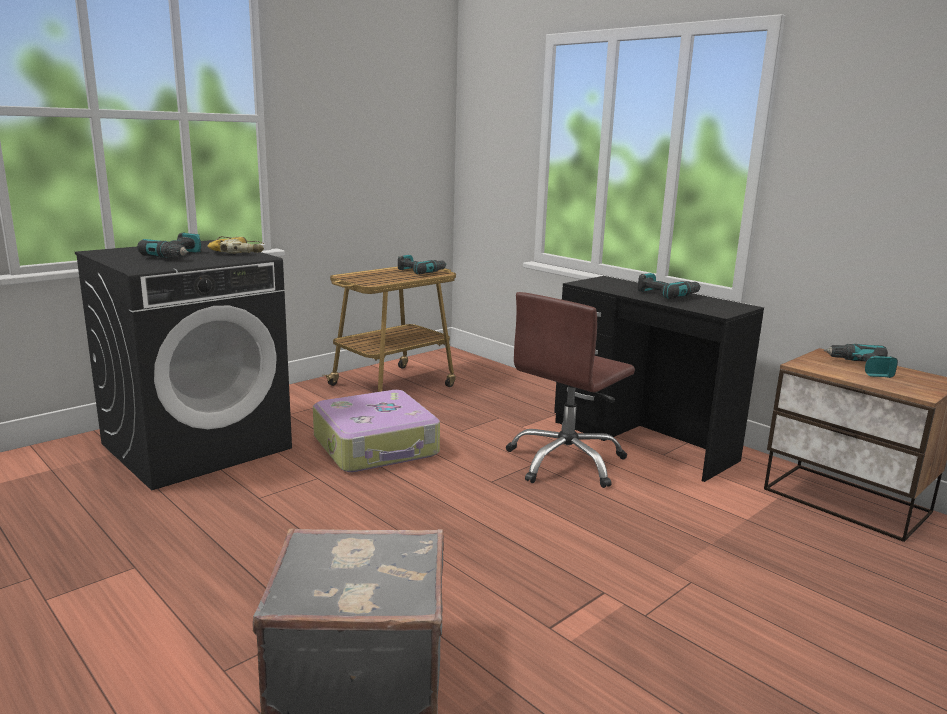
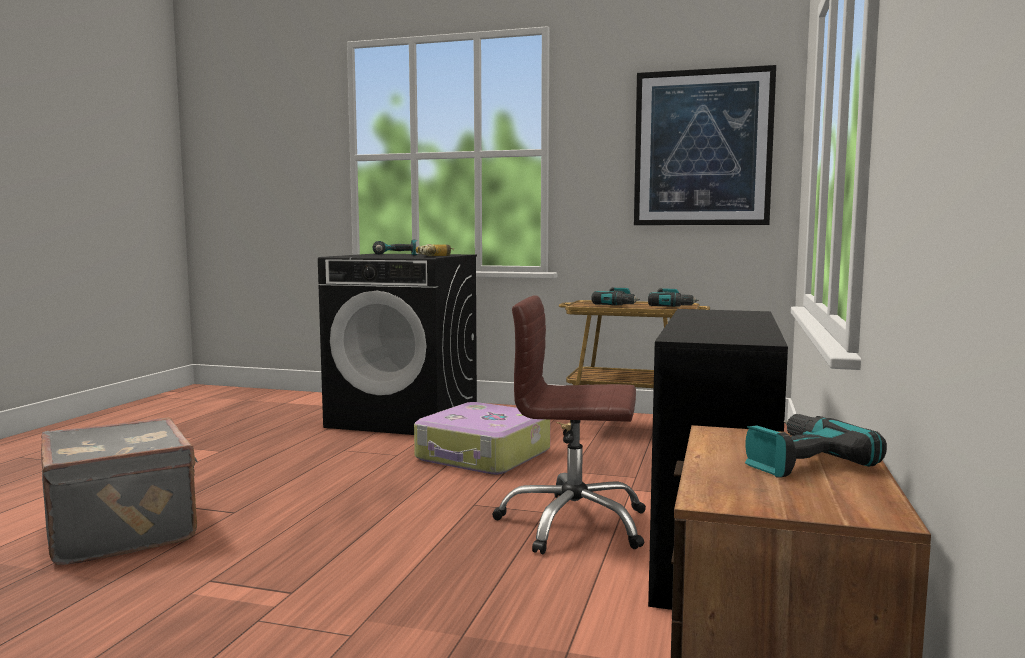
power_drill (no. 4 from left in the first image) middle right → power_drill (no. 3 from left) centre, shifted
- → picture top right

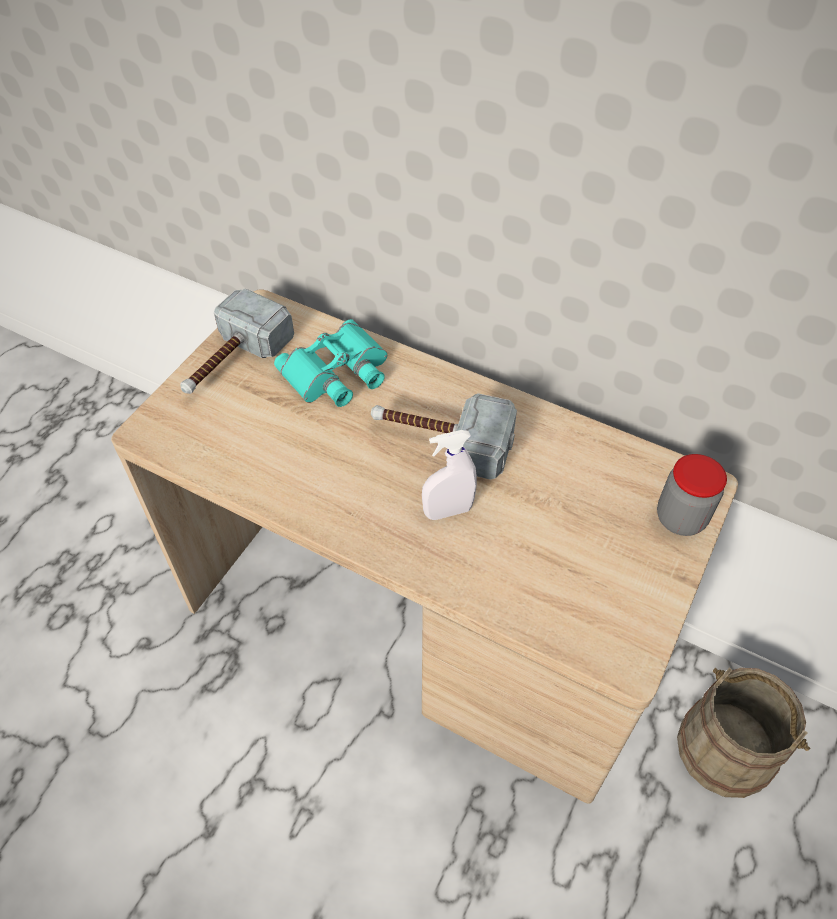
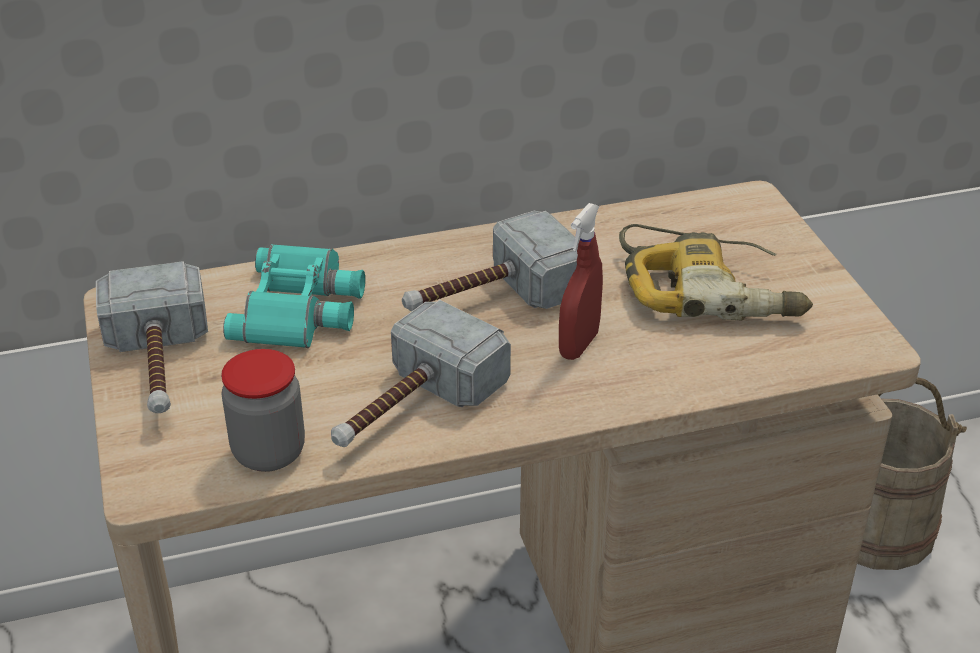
white_spray_bottle centre → red_spray_bottle centre
jar middle right → jar middle left, shifted
- → hammer (no. 2 from left) centre
- → power_drill middle right

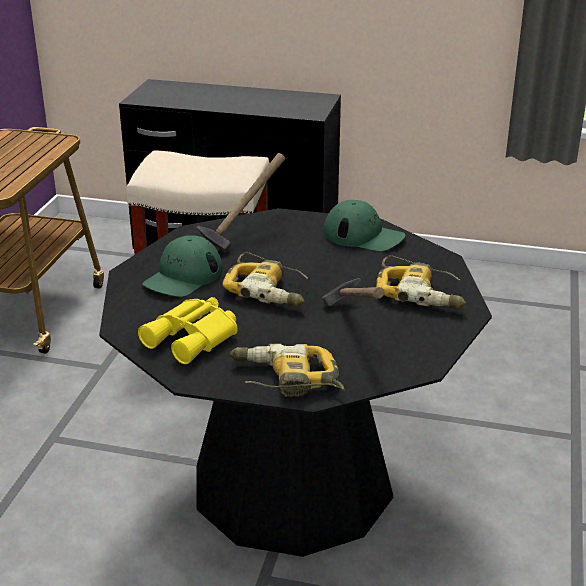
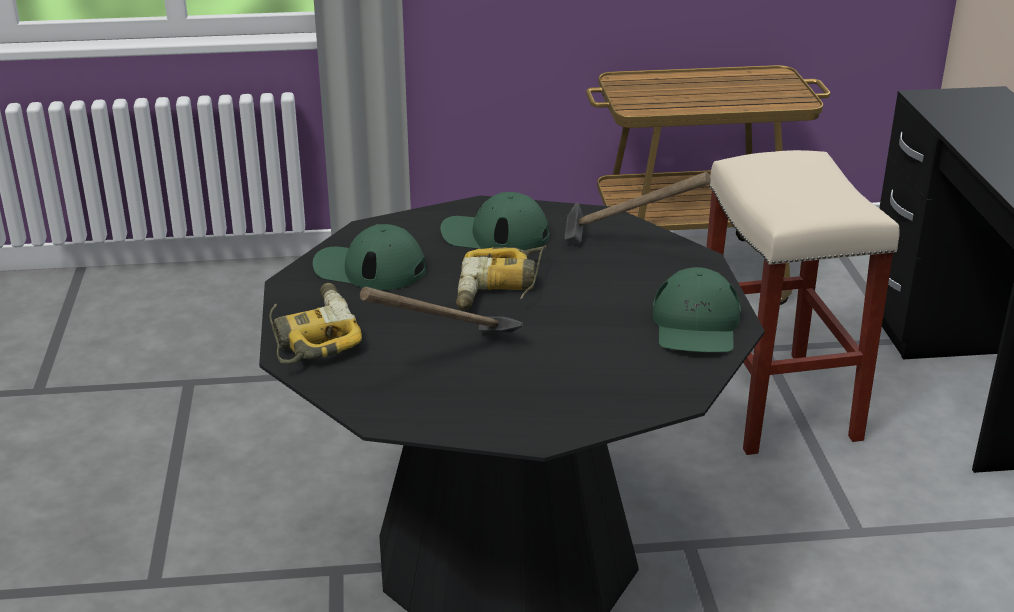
yellow_binoculars middle left → green_cap (no. 1 from left) centre
power_drill (no. 3 from left) middle right → -

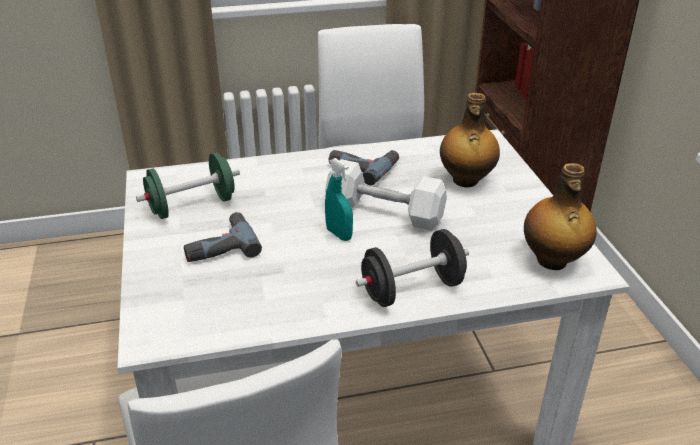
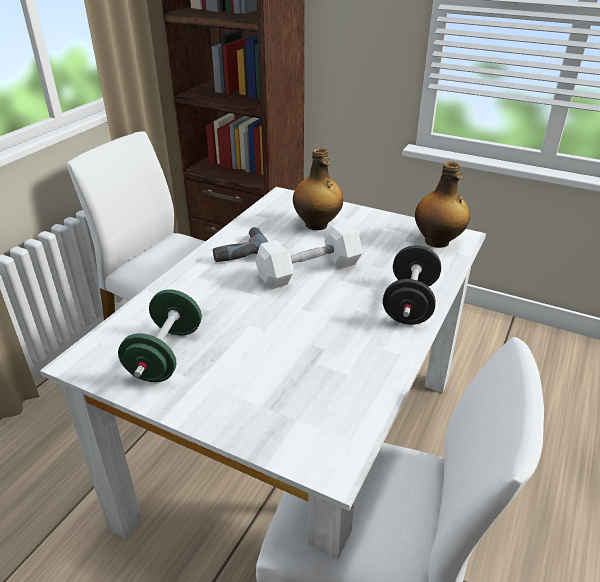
power_drill (no. 1 from left) middle left → -
turquoise_spray_bottle centre → -

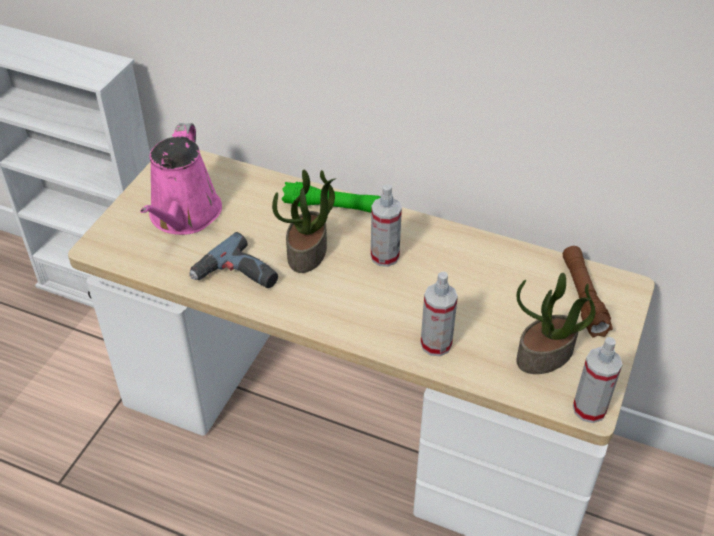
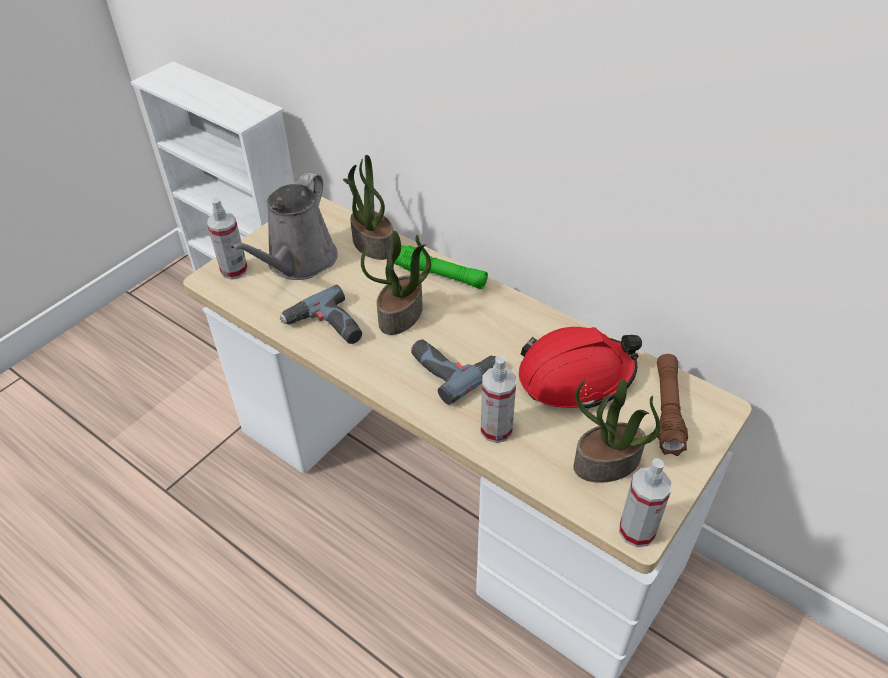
pink_watering_can middle left → grey_watering_can middle left
spray_bottle (no. 1 from left) centre → spray_bottle (no. 1 from left) middle left, shifted
- → potted_plant (no. 1 from left) top centre
- → power_drill (no. 2 from left) centre
- → red_hard_hat centre

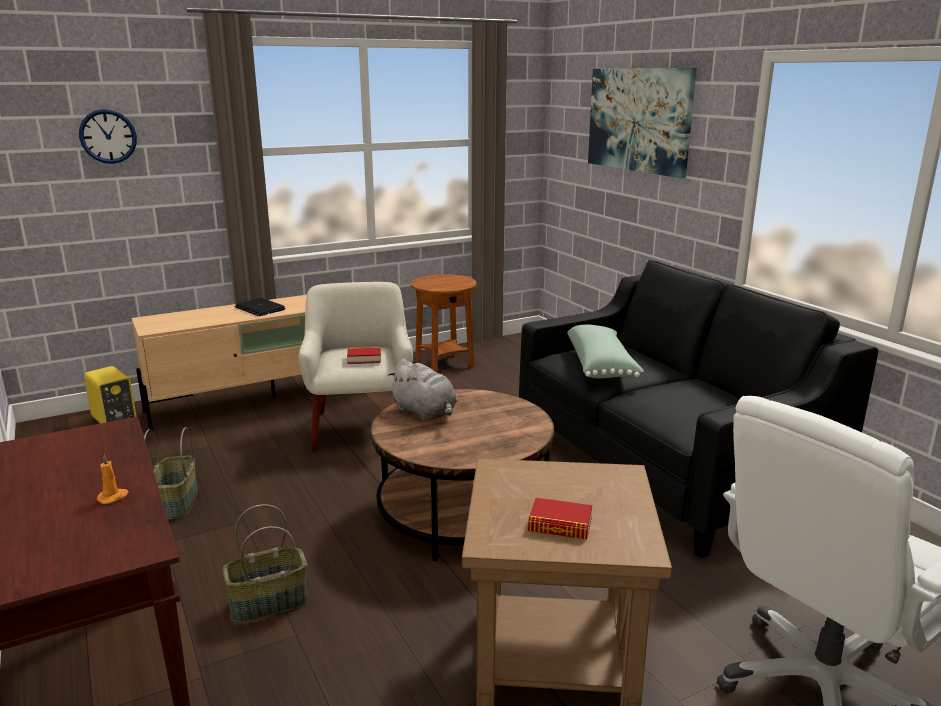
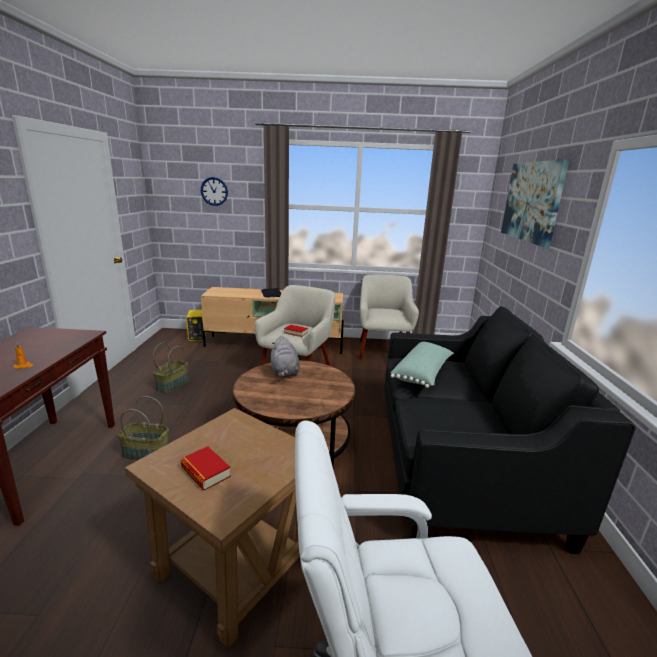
brown_side_table (no. 1 from left) centre → beige_armchair (no. 2 from left) centre

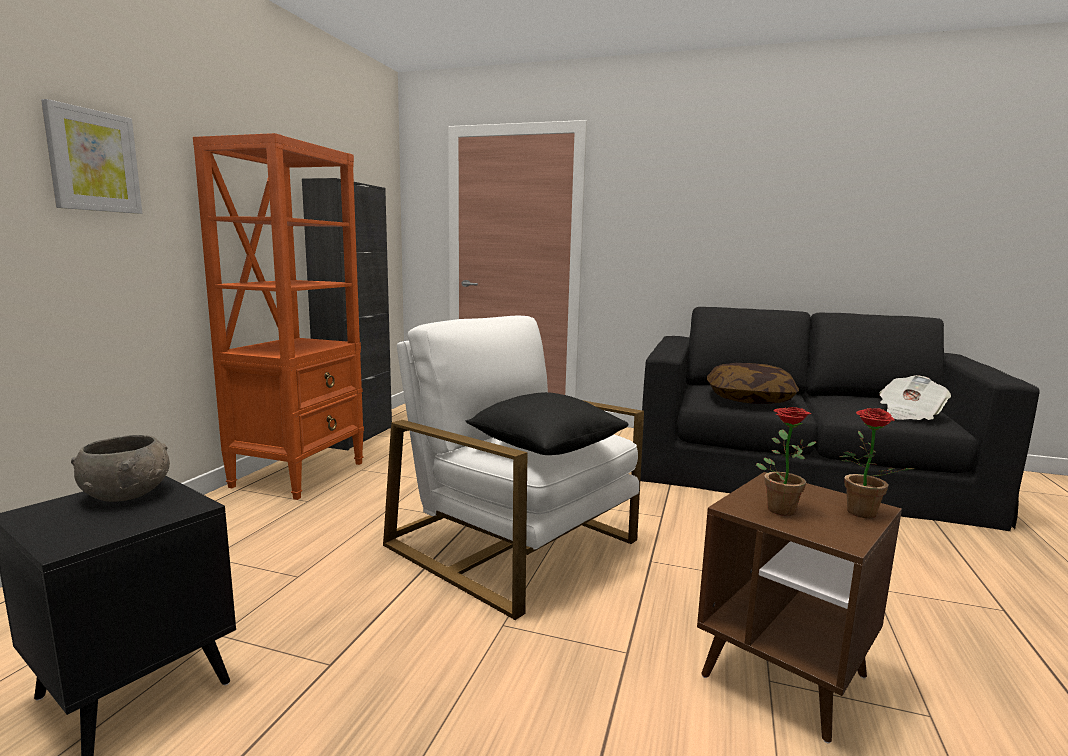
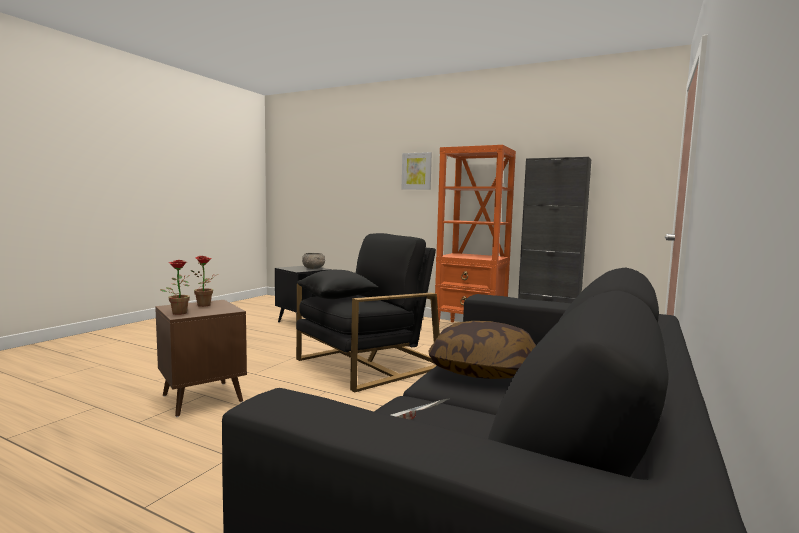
white_armchair centre → black_armchair centre

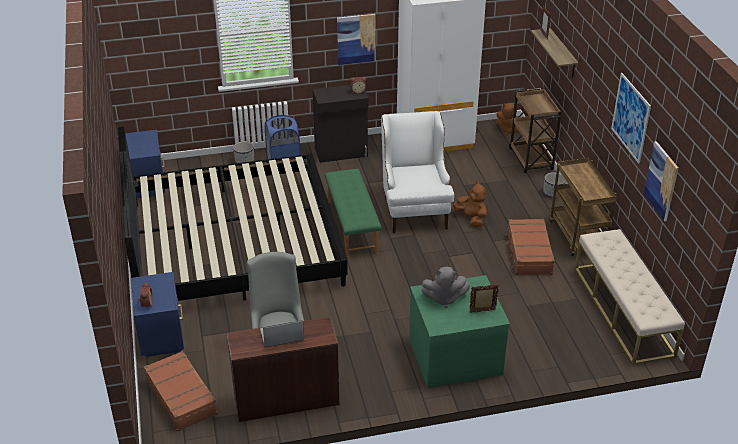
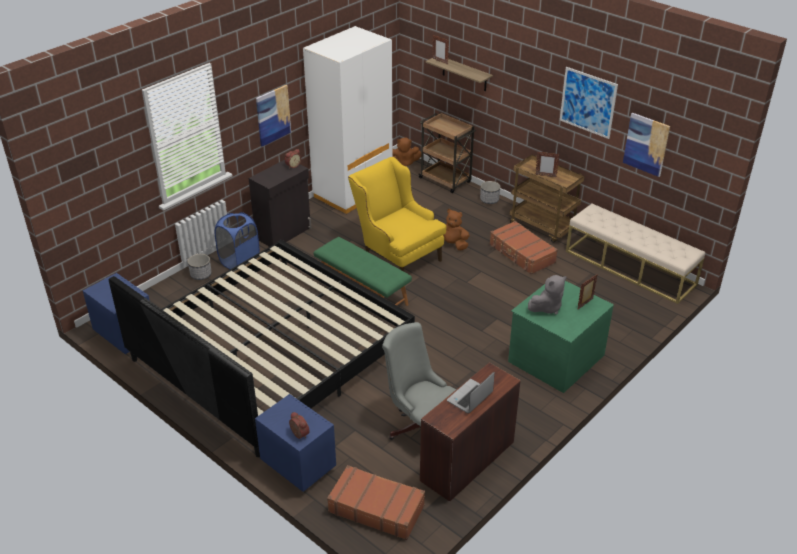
white_armchair centre → yellow_armchair centre
- → picture_frame (no. 2 from left) top right

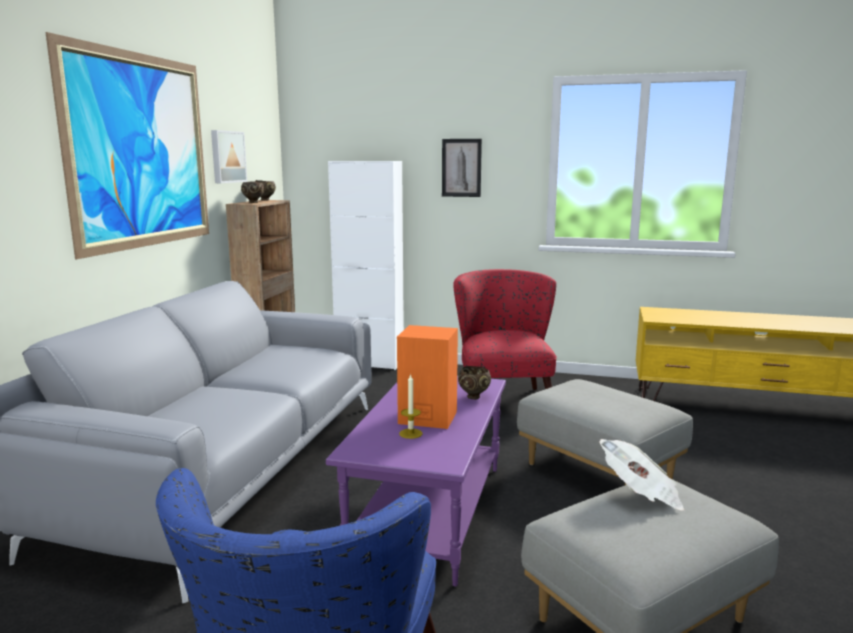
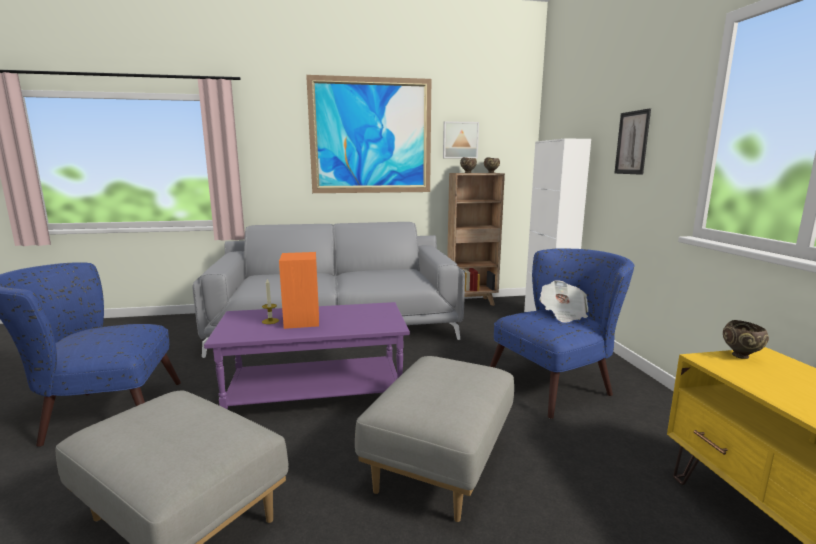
red_armchair centre → blue_armchair (no. 2 from left) middle right
brown_bowl (no. 3 from left) centre → brown_bowl (no. 3 from left) middle right, shifted
newspaper bottom right → newspaper middle right, shifted

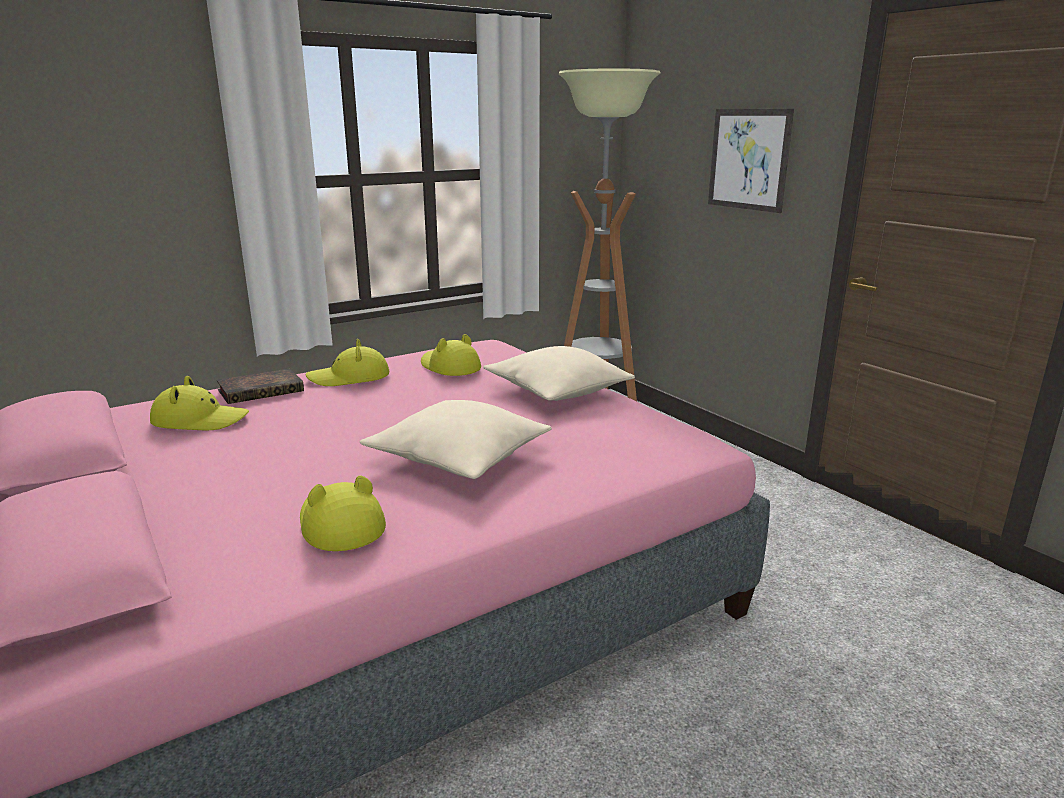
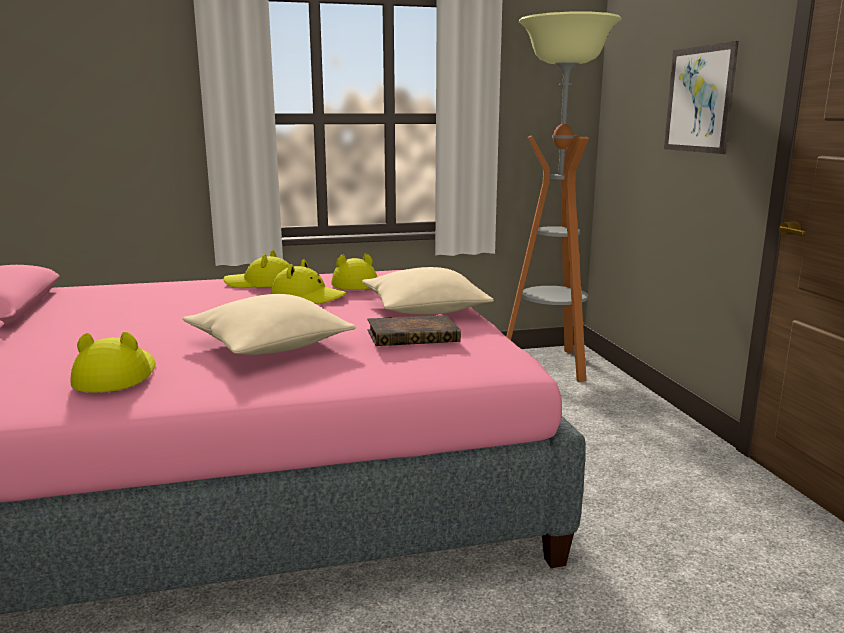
yellow_hat (no. 1 from left in the first image) middle left → yellow_hat (no. 3 from left) centre, shifted
book middle left → book centre, shifted

